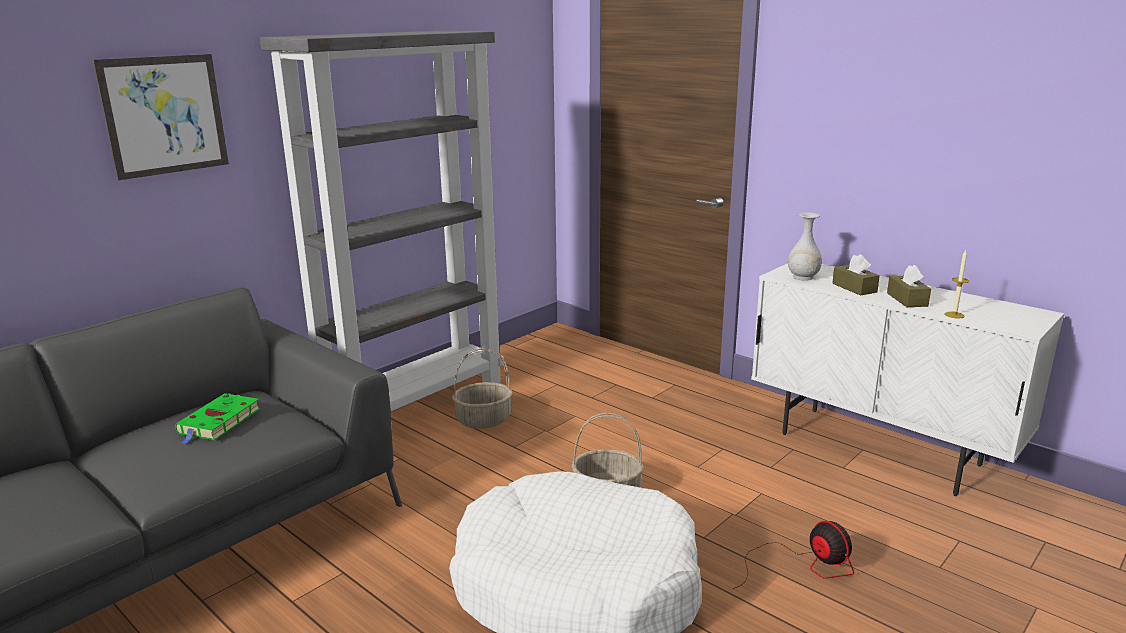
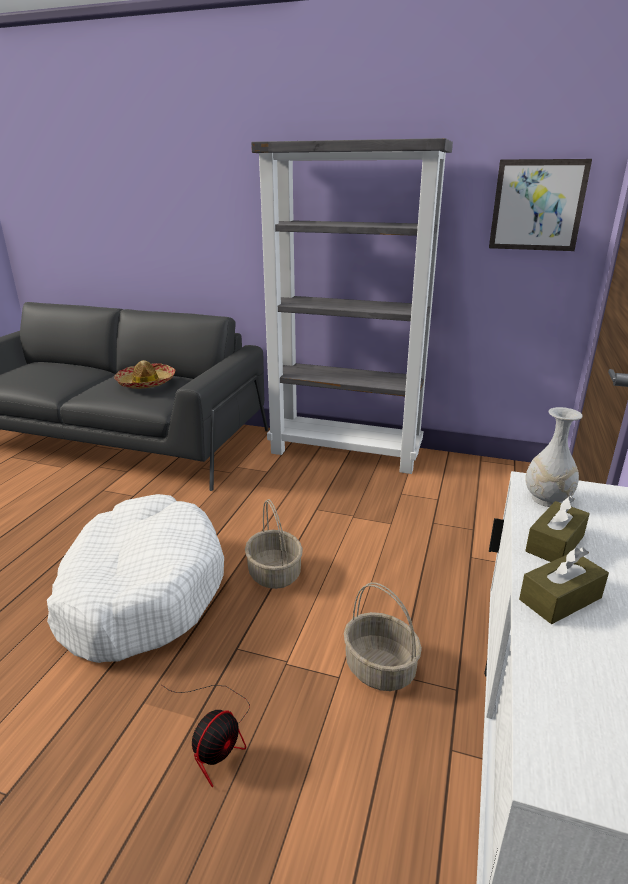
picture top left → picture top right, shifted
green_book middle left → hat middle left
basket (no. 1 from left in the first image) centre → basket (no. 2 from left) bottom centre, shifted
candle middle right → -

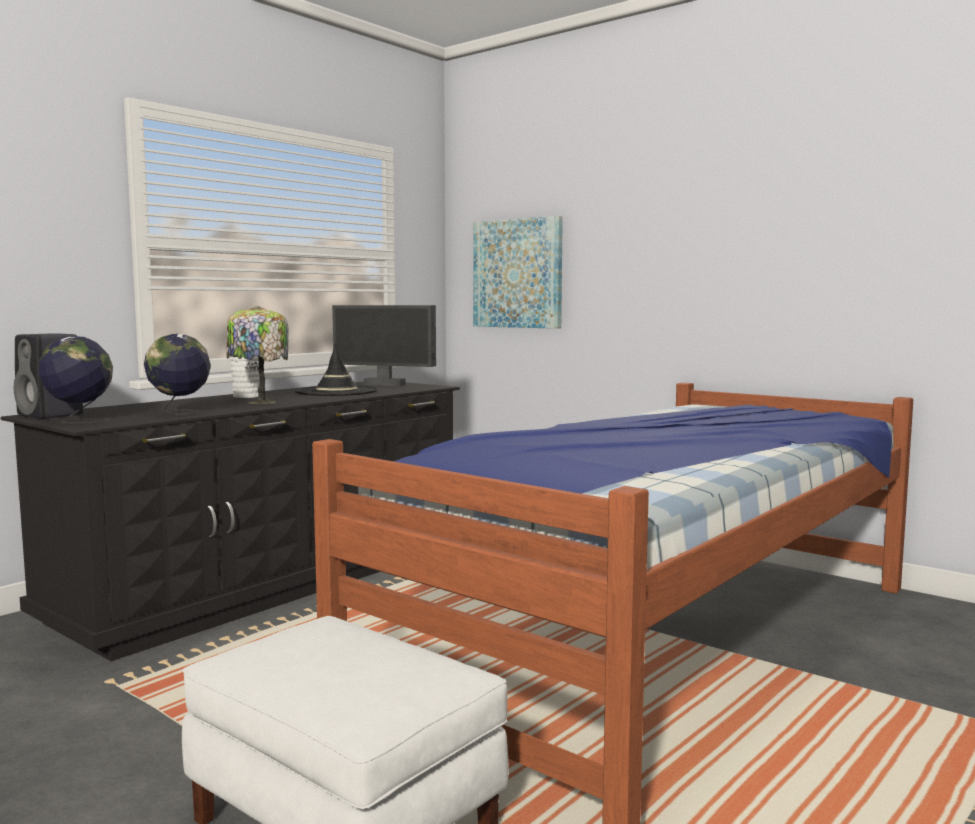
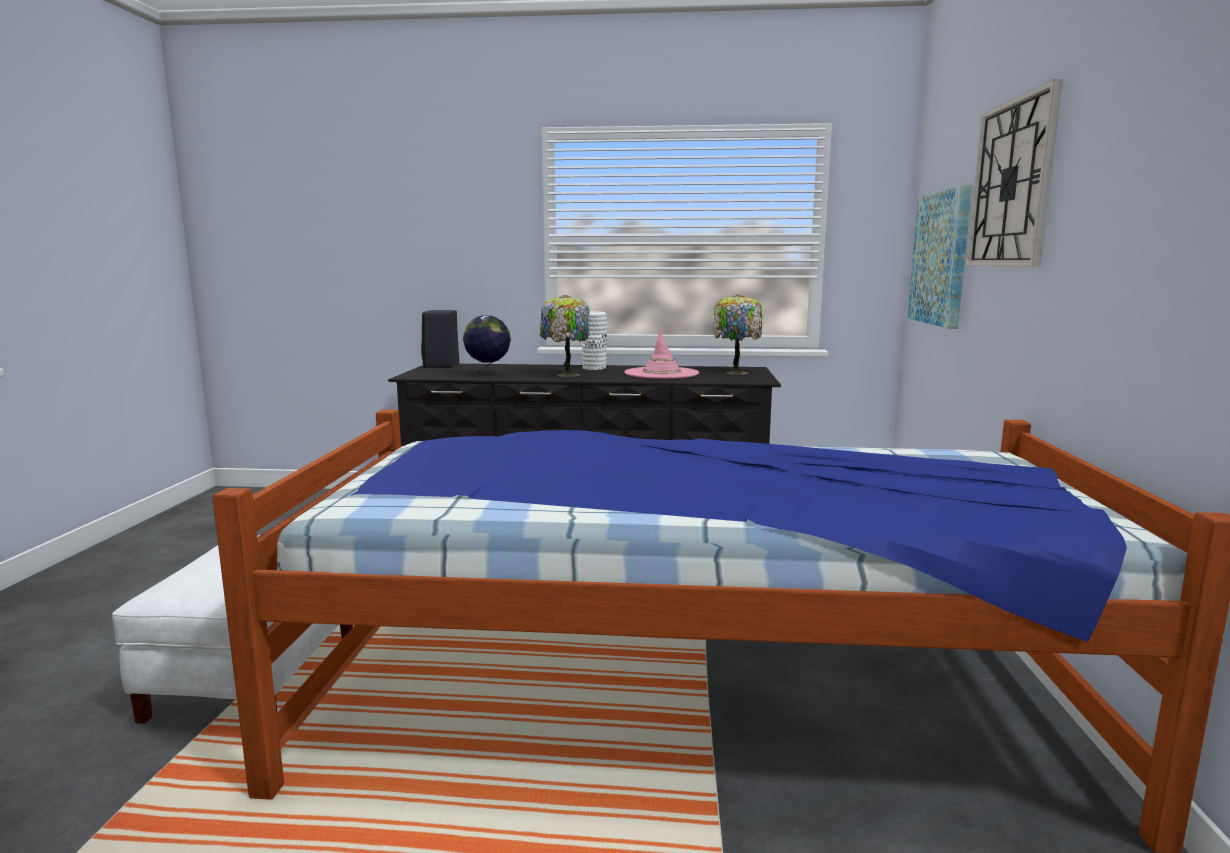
globe (no. 1 from left) middle left → -
black_hat centre → pink_hat centre
monitor centre → table_lamp (no. 2 from left) centre
- → wall_clock top right

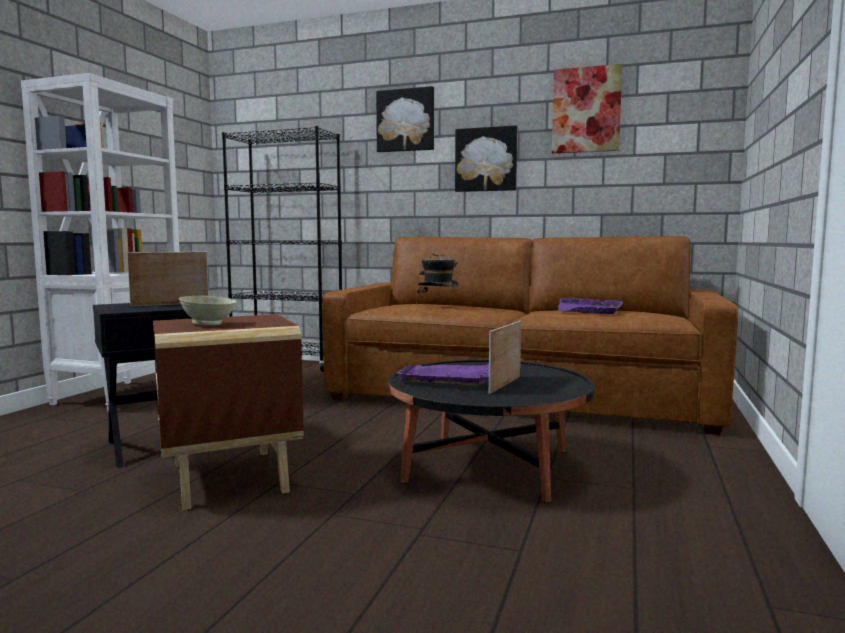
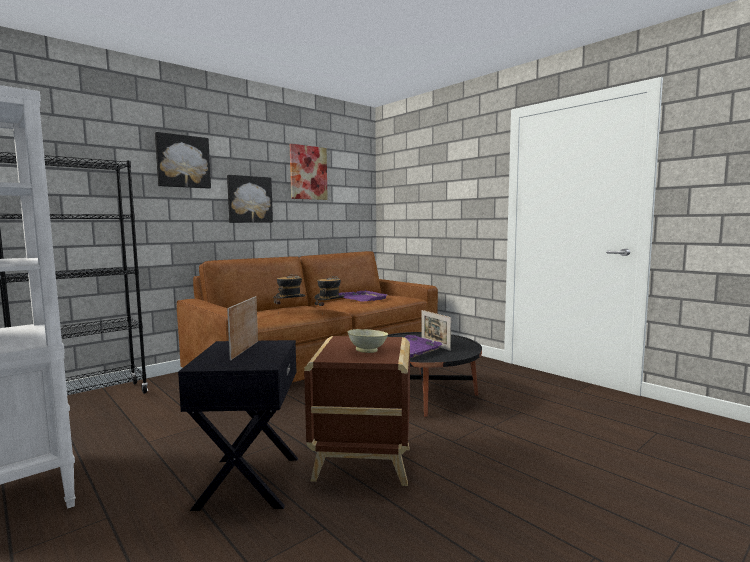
- → hat (no. 2 from left) centre

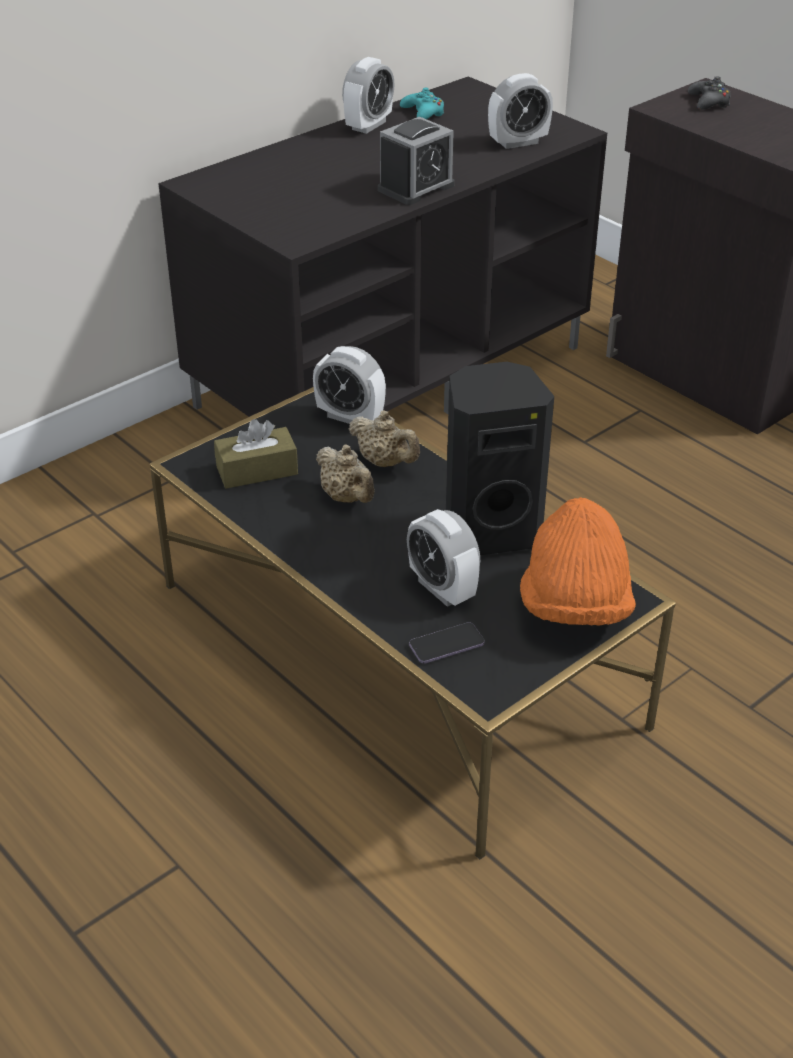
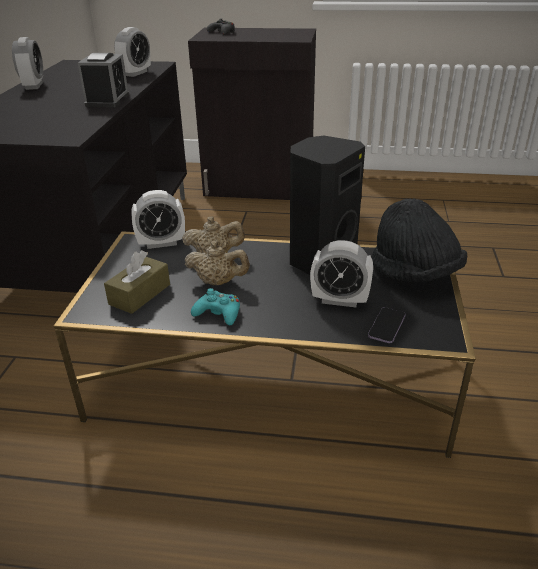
turquoise_game_controller top centre → turquoise_game_controller centre, shifted
orange_hat middle right → black_hat middle right

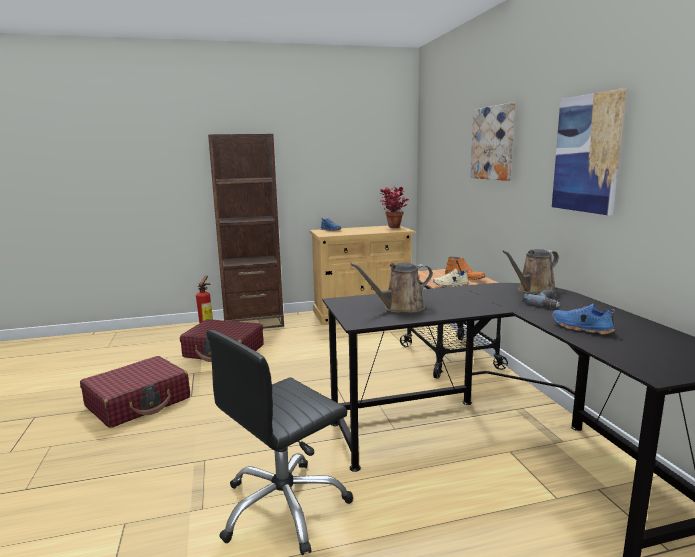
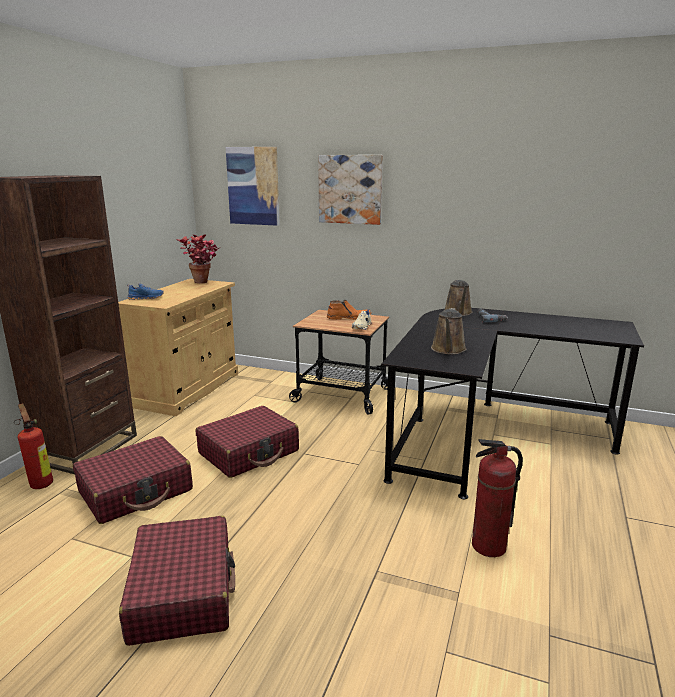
black_office_chair bottom centre → fire_extinguisher (no. 2 from left) bottom right
picture (no. 2 from left in the first image) top right → picture (no. 1 from left) top centre, shifted
blue_shoe (no. 2 from left) middle right → -
- → red_suitcase (no. 3 from left) centre

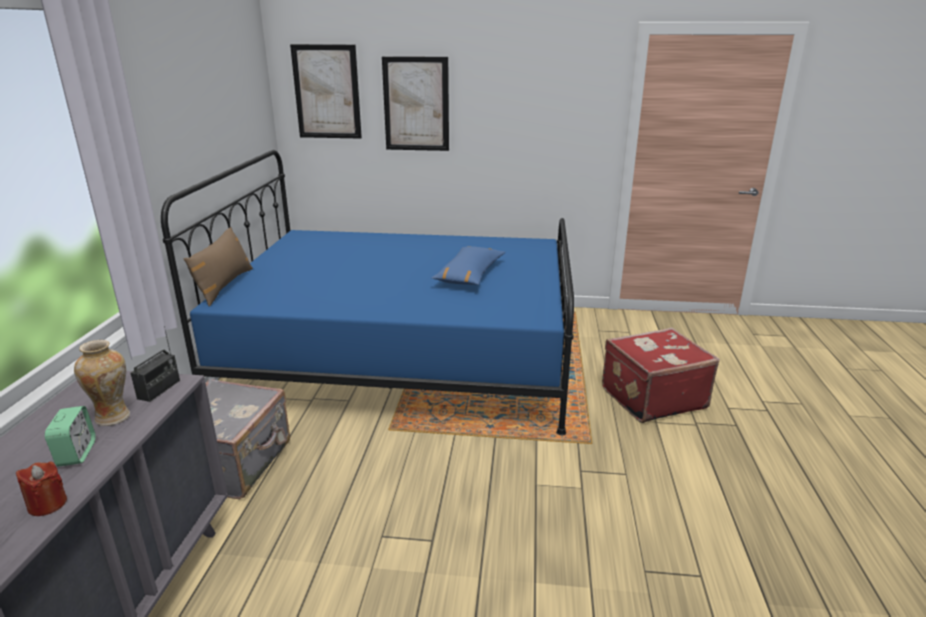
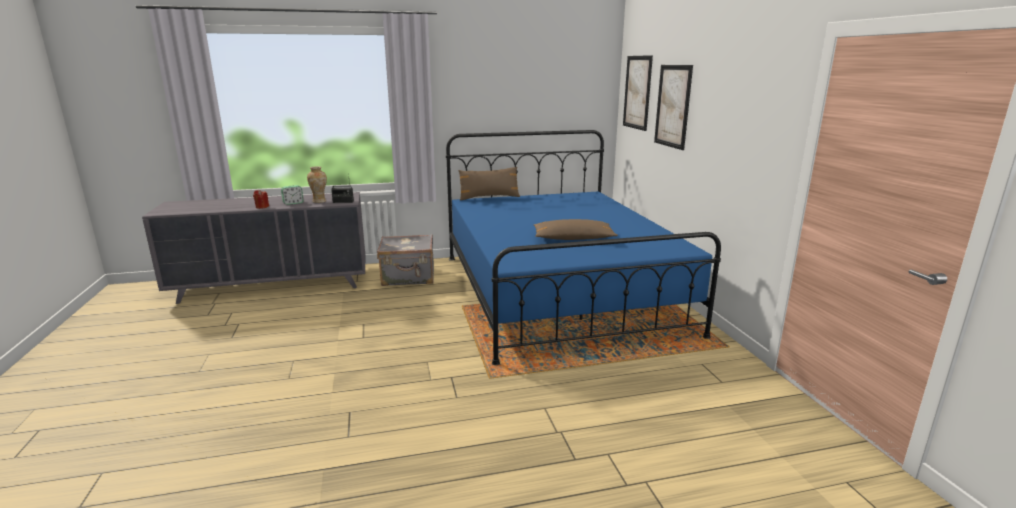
blue_pillow centre → brown_pillow (no. 2 from left) centre
red_suitcase middle right → -

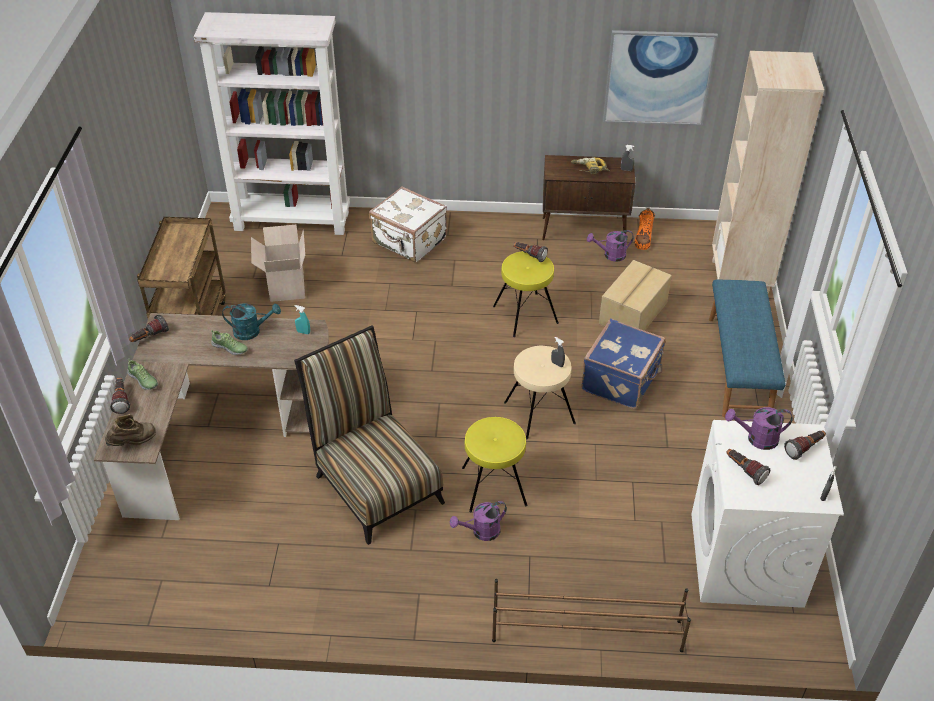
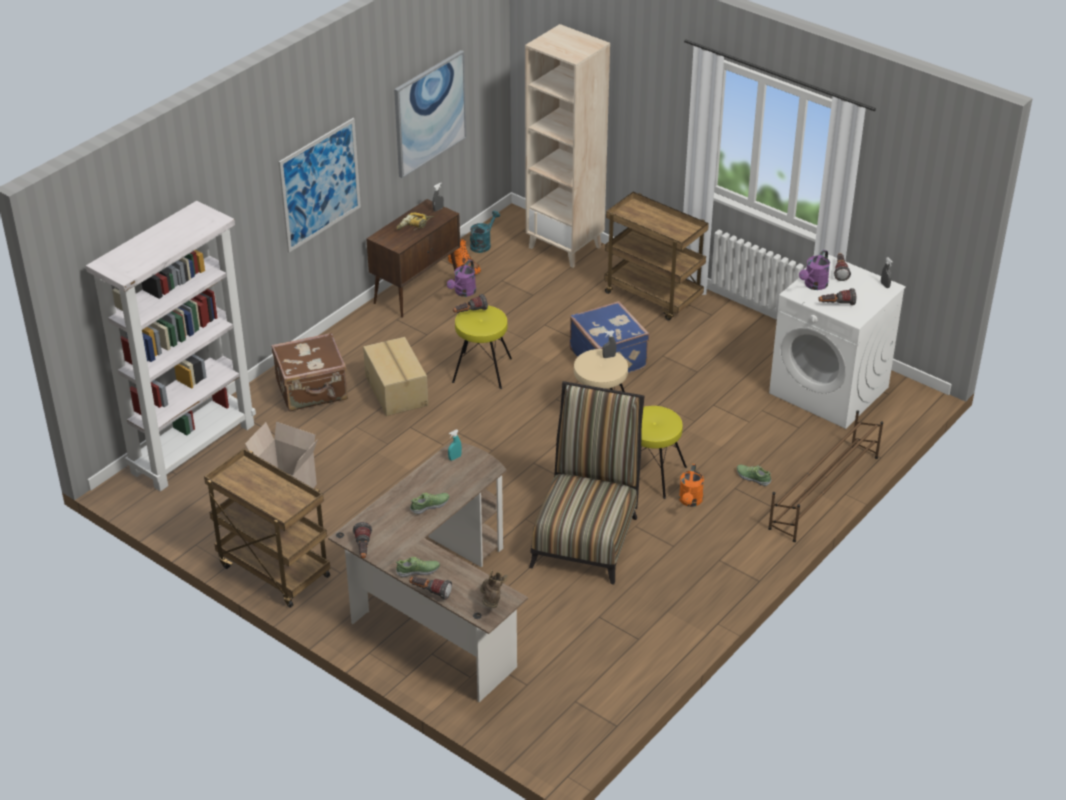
turquoise_watering_can middle left → turquoise_watering_can top centre, shifted
chair centre, 105 degrees clockwise
white_suitcase top centre → brown_suitcase middle left
purple_watering_can (no. 1 from left) bottom centre → orange_watering_can centre
cardboard_box (no. 2 from left) middle right → cardboard_box (no. 2 from left) centre, shifted
blue_bench middle right → brown_cart (no. 2 from left) top centre
- → picture (no. 1 from left) top left
- → shoe (no. 3 from left) middle right

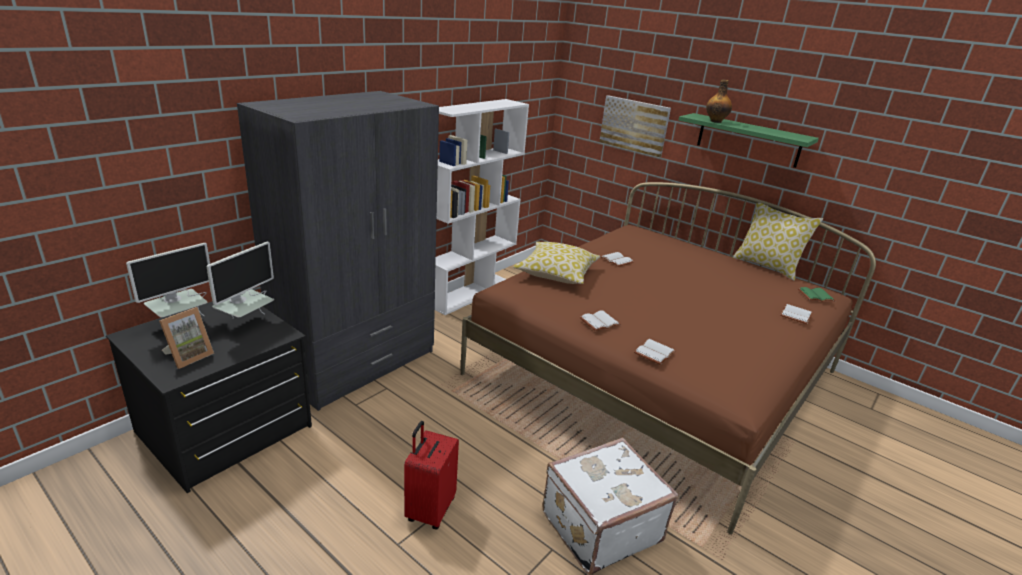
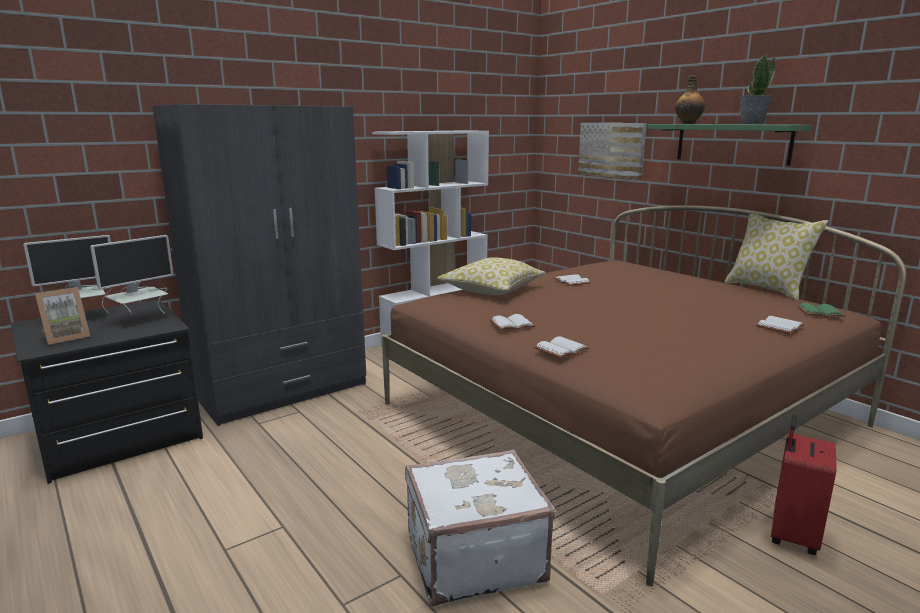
red_suitcase bottom centre → red_suitcase bottom right, shifted
- → potted_plant top right

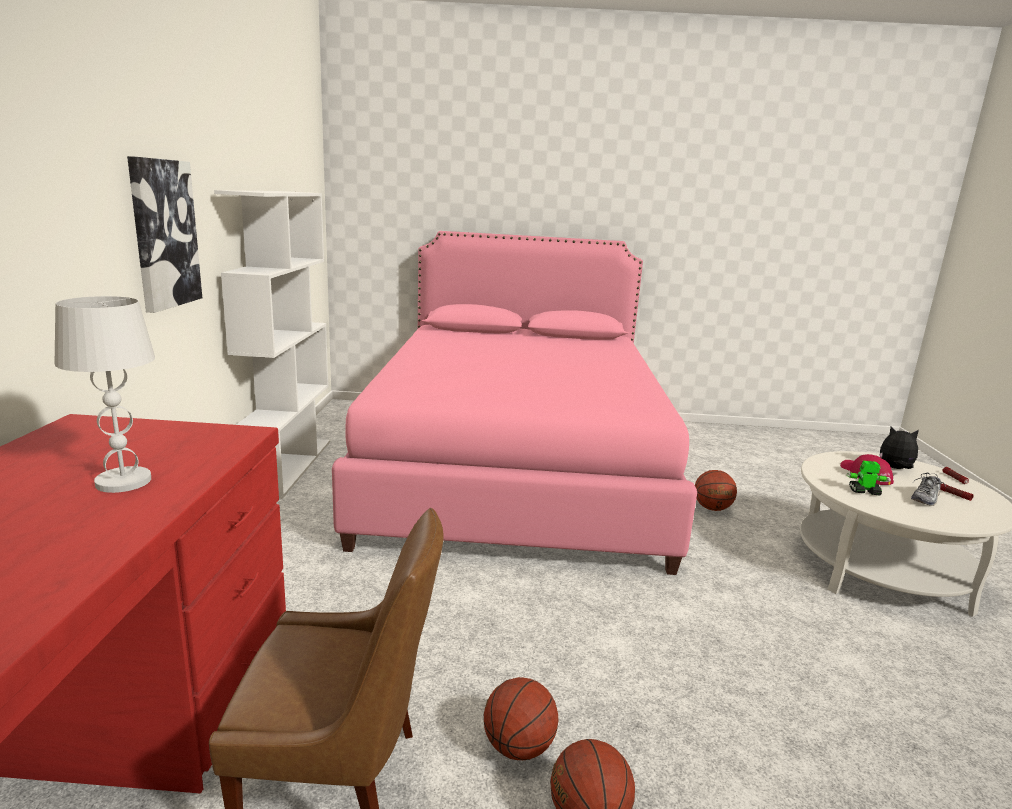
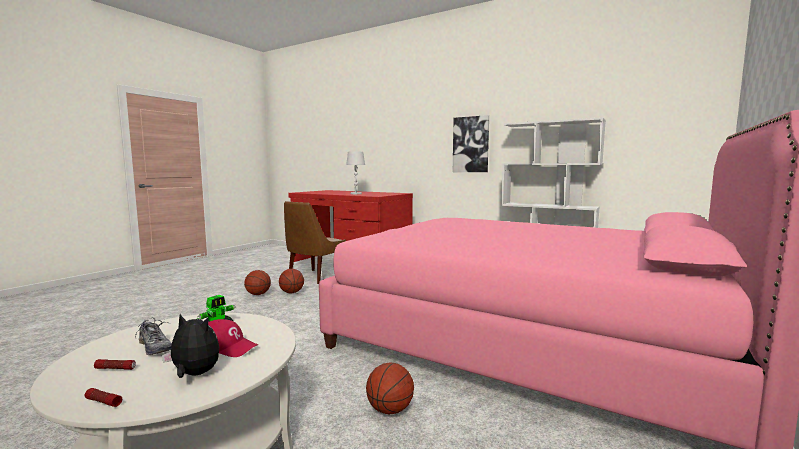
plush_toy middle right → plush_toy bottom left, 120 degrees counterclockwise
shoe middle right → shoe bottom left, 150 degrees clockwise

